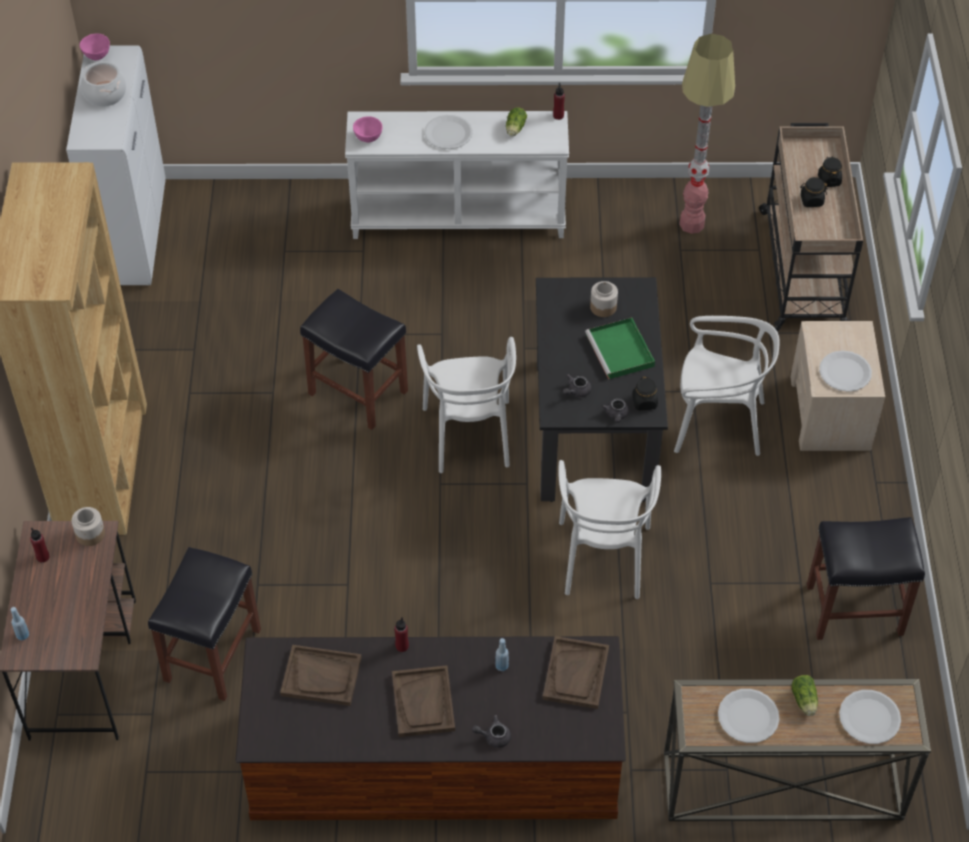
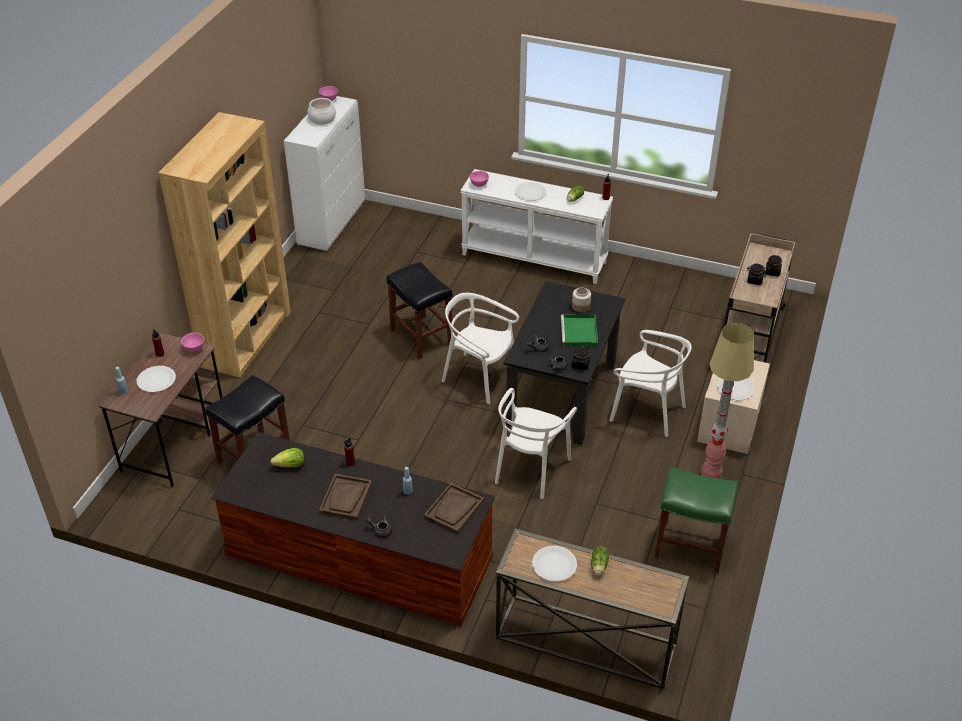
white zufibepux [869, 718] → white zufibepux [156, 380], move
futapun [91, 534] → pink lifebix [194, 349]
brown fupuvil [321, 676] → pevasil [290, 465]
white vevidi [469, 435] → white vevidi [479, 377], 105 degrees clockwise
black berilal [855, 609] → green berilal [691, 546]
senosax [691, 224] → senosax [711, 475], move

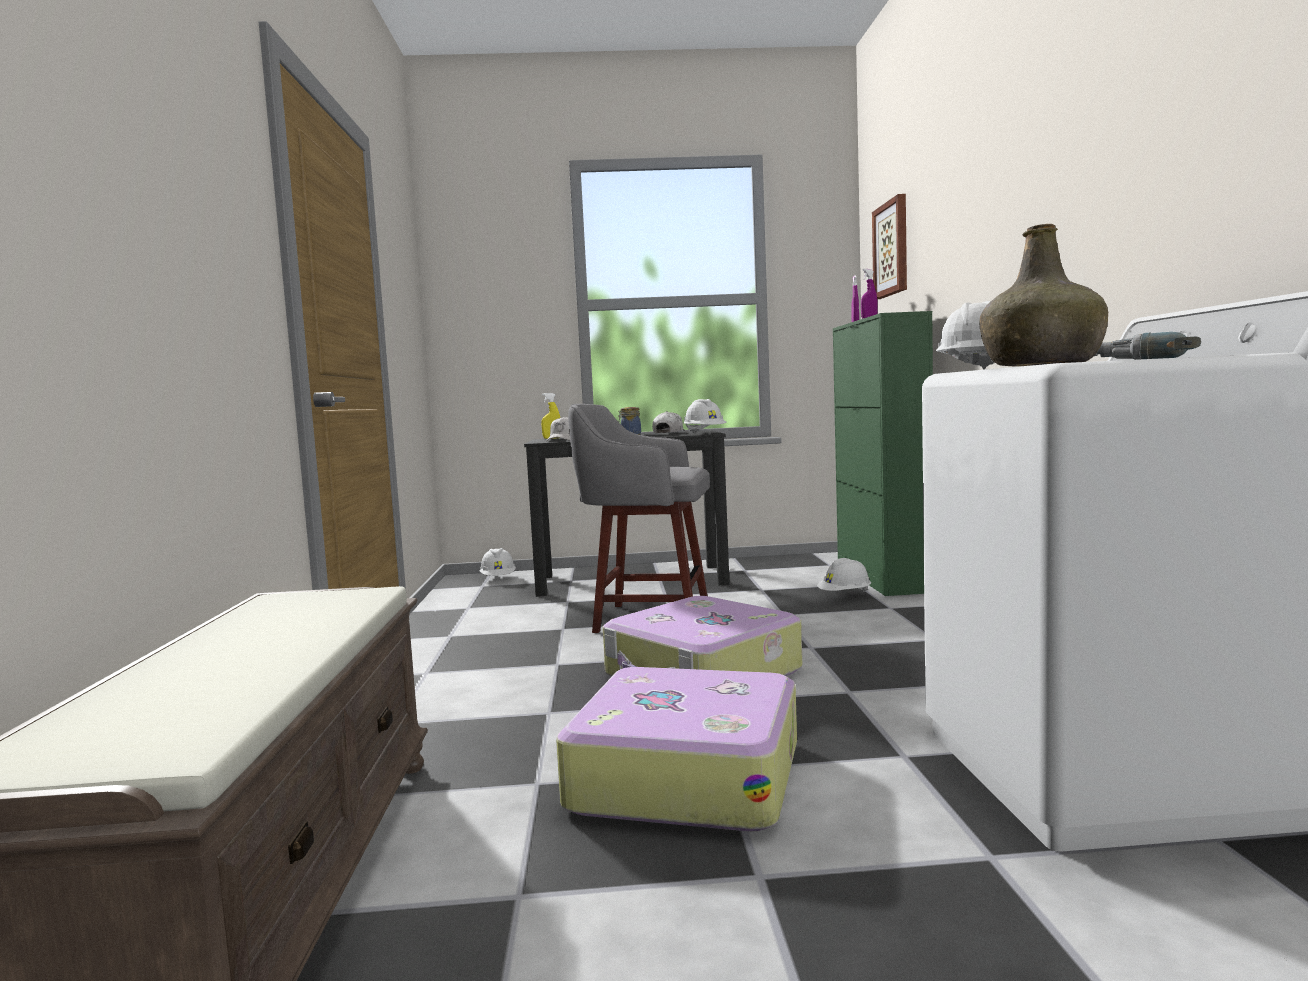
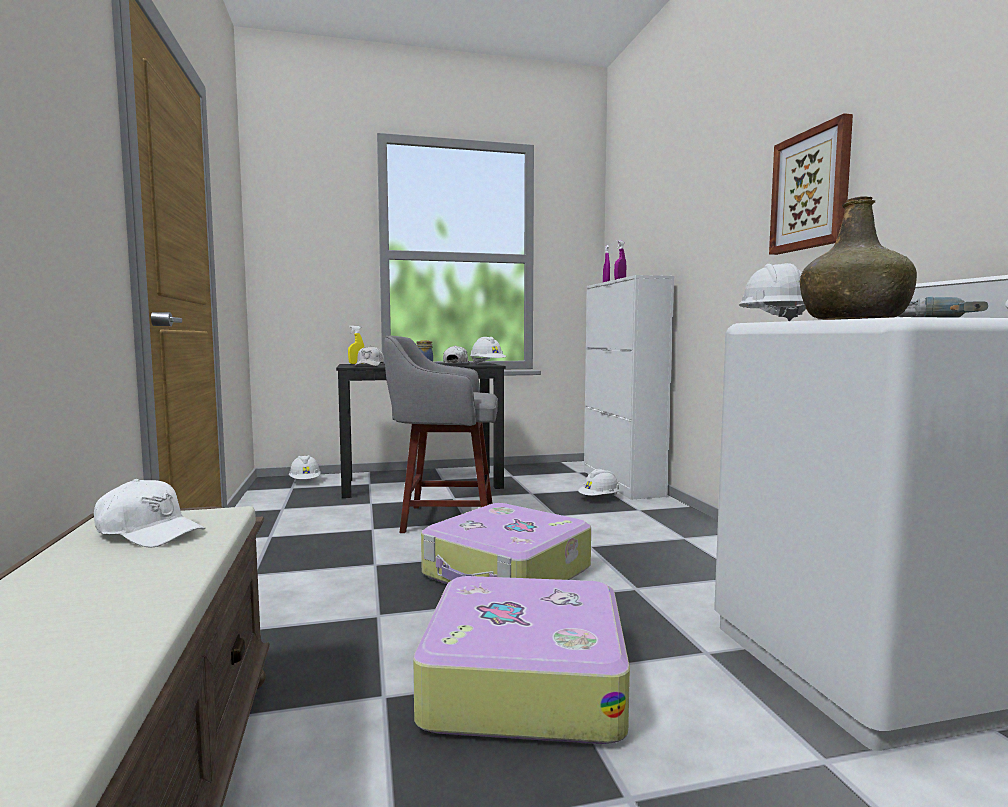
- → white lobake [149, 532]
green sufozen [882, 577] → white sufozen [622, 483]
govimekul [892, 249] → govimekul [811, 190], move

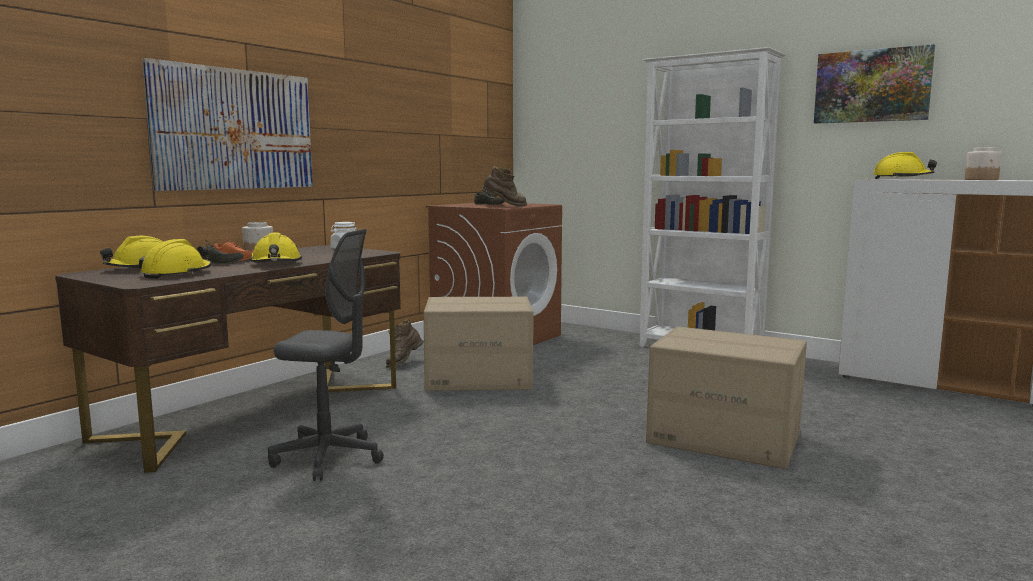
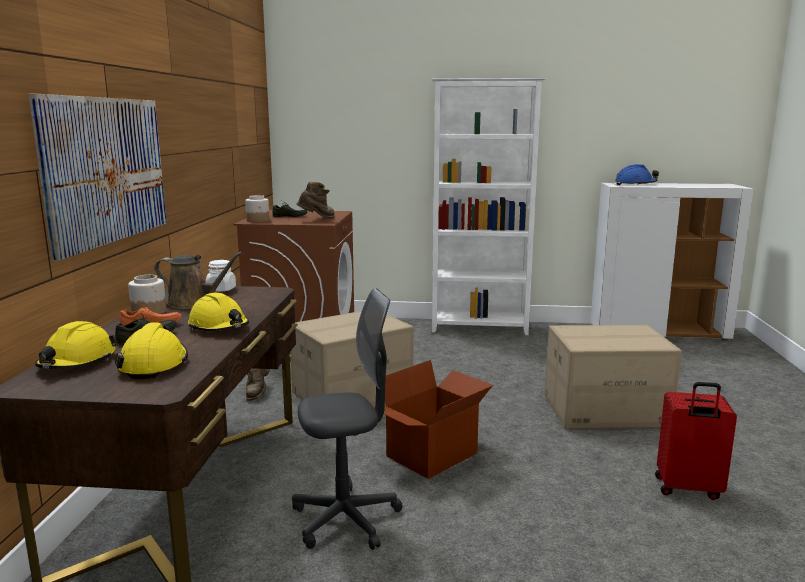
- → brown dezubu [193, 303]
futapun [981, 179] → futapun [258, 220], move
- → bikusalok [433, 455]
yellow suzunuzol [902, 179] → blue suzunuzol [635, 184]
- → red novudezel [688, 489]
govimekul [872, 86] → -

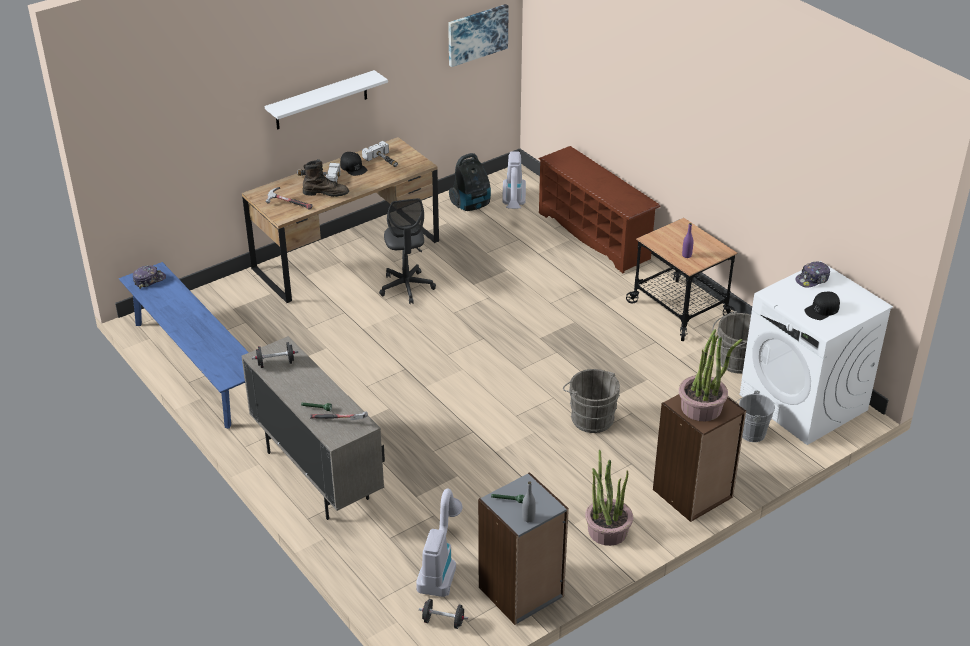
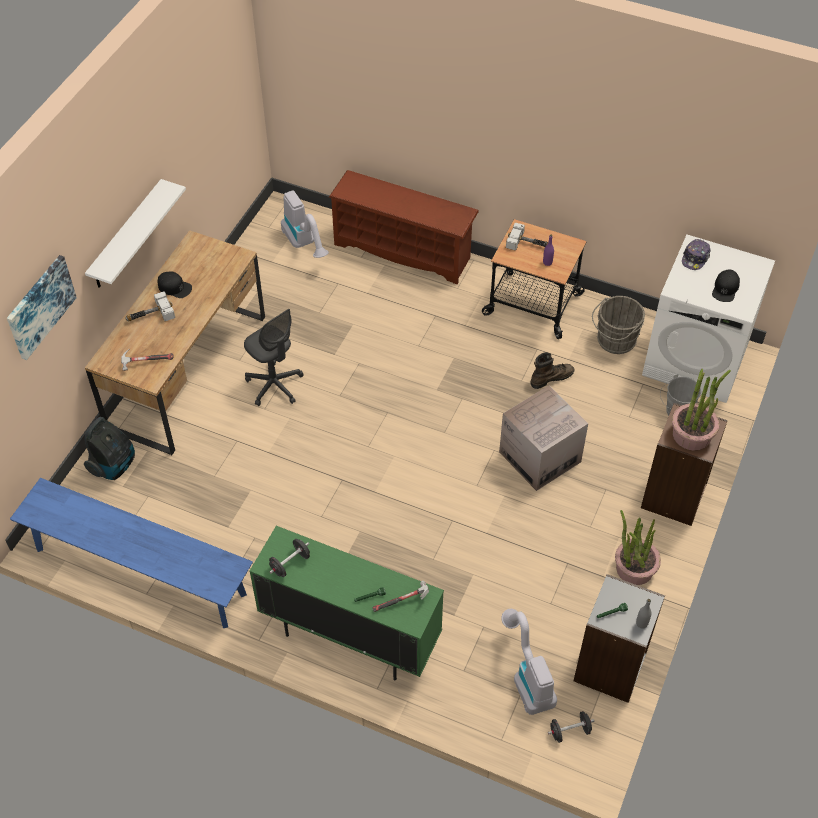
govimekul [477, 34] → govimekul [40, 306], move
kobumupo [471, 205] → kobumupo [114, 465], move
beige sufozen [317, 475] → green sufozen [350, 637]
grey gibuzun [590, 417] → bikusalok [540, 457]
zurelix [384, 161] → zurelix [529, 244], move
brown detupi [326, 193] → brown detupi [551, 378], move
lobake [149, 280] → -

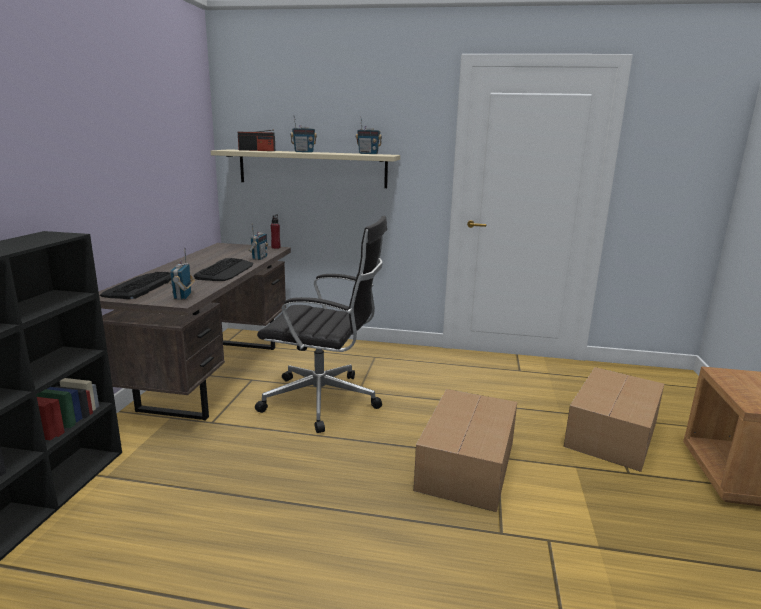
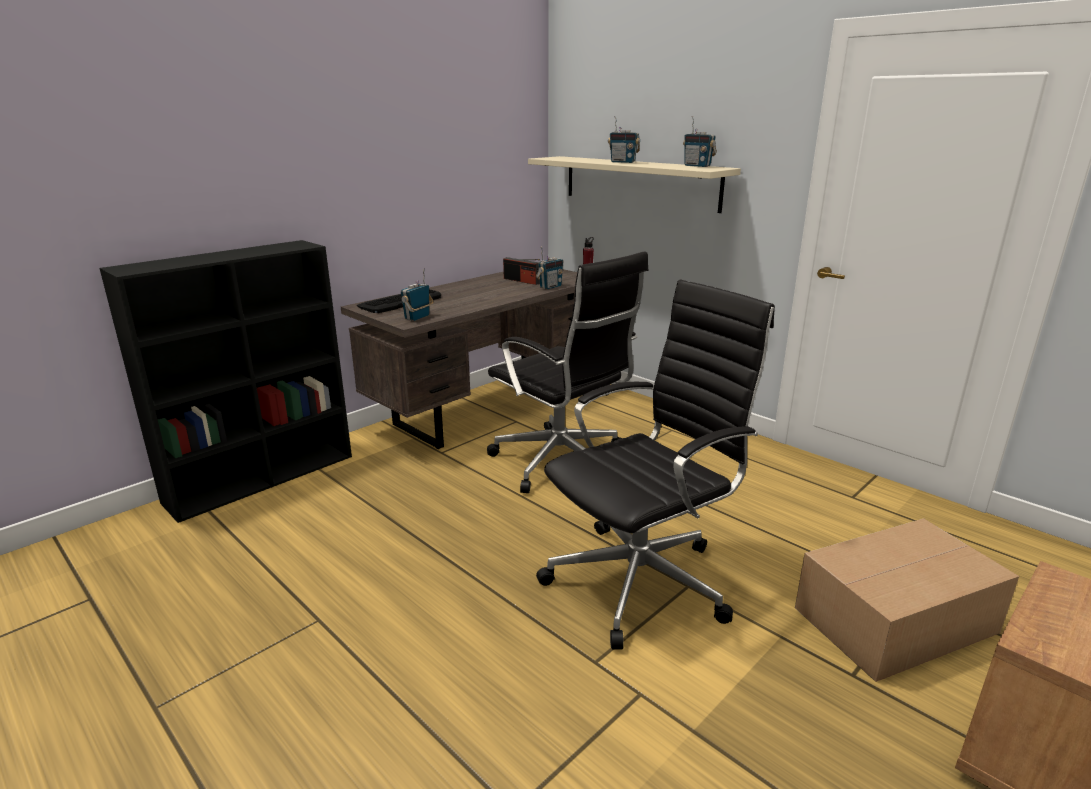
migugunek [257, 150] → migugunek [522, 281], move
bikusalok [468, 464] → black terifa [643, 580]
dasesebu [225, 271] → -

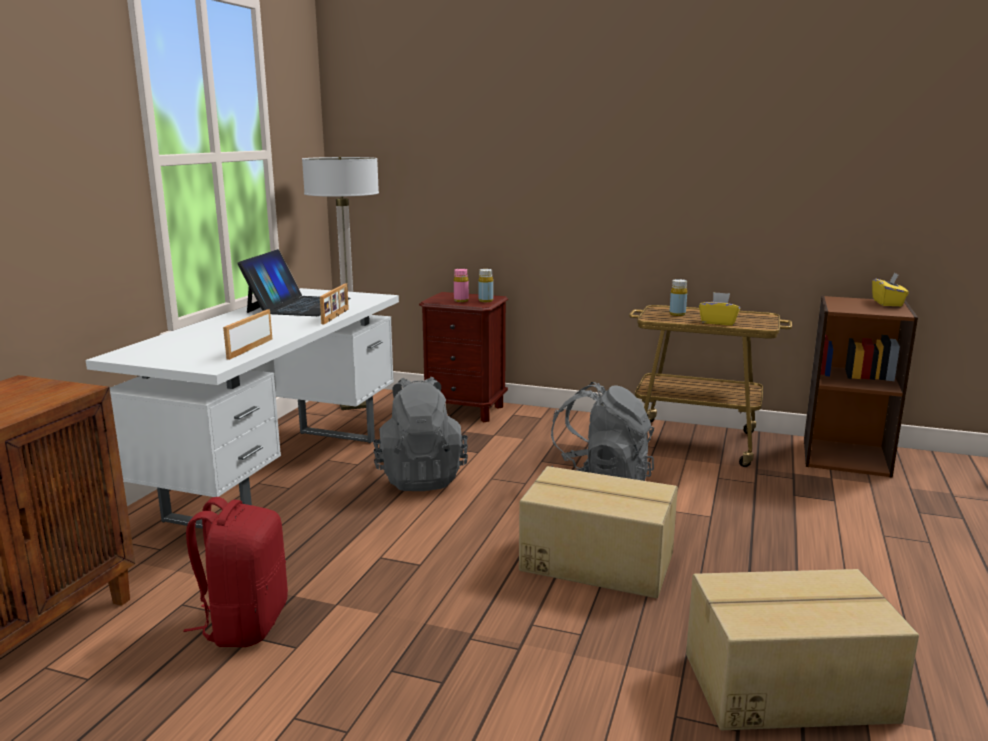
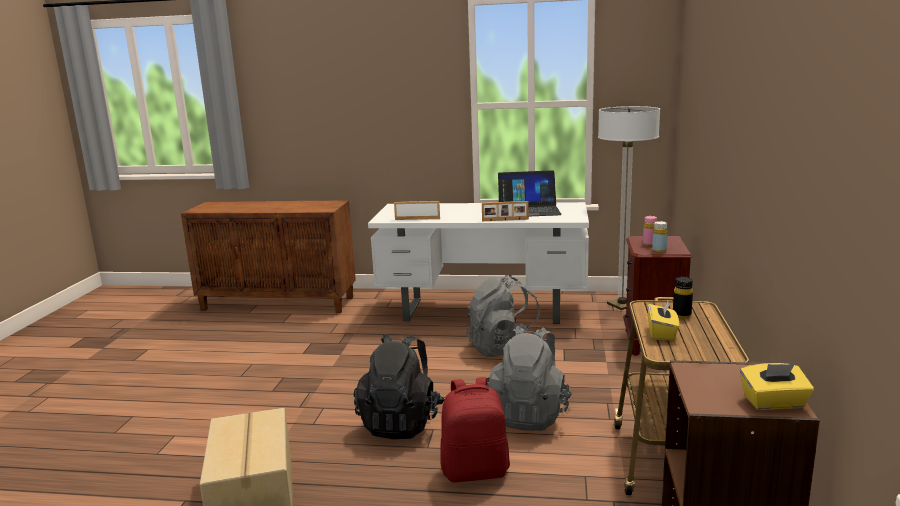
bikusalok [597, 561] → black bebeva [401, 423]
red bebeva [244, 623] → red bebeva [475, 470], move
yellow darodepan [677, 314] → black darodepan [681, 315]

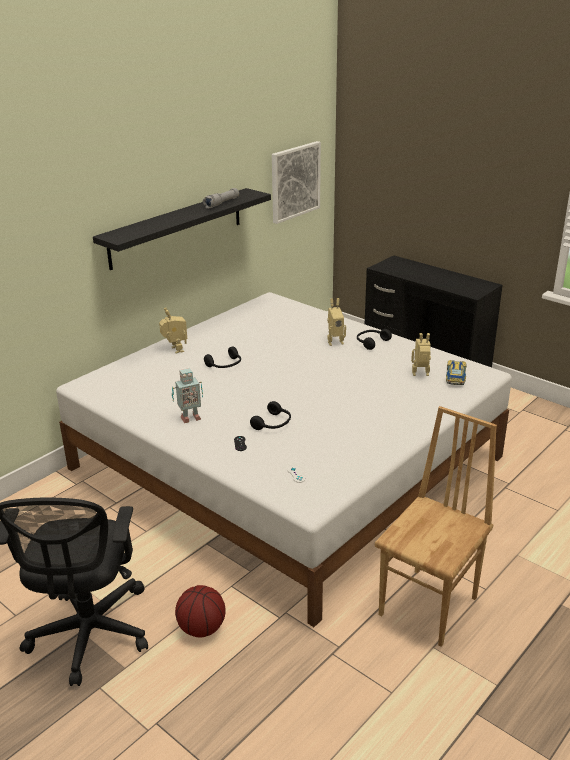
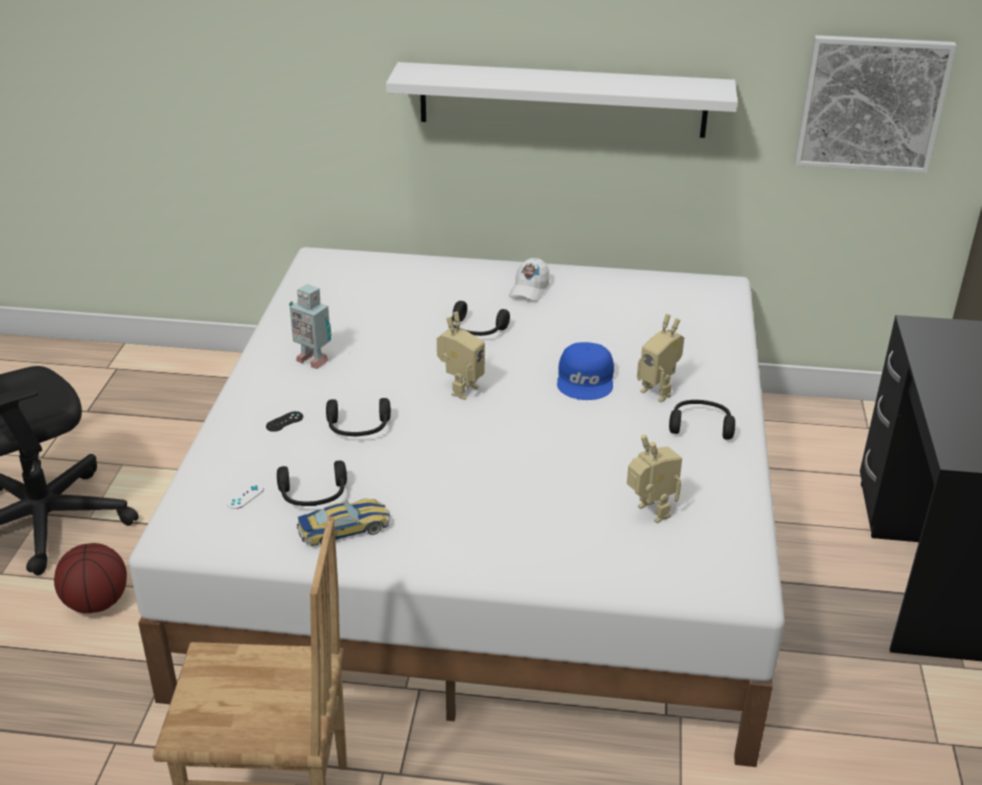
- → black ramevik [313, 496]
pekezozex [455, 376] → pekezozex [344, 529], move
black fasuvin [177, 228] → white fasuvin [562, 100]
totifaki [175, 350] → totifaki [460, 389], move
- → white lobake [529, 289]
- → blue lobake [586, 379]
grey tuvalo [222, 203] → -

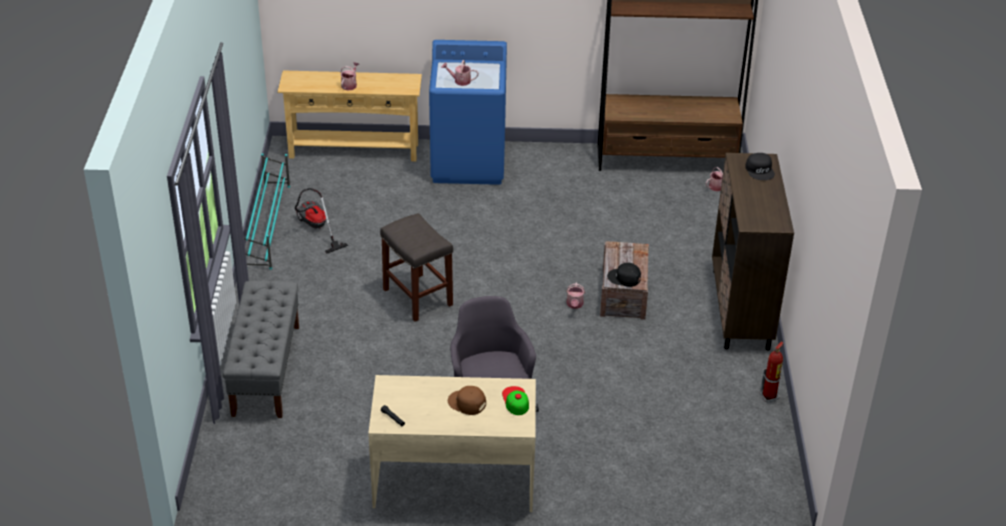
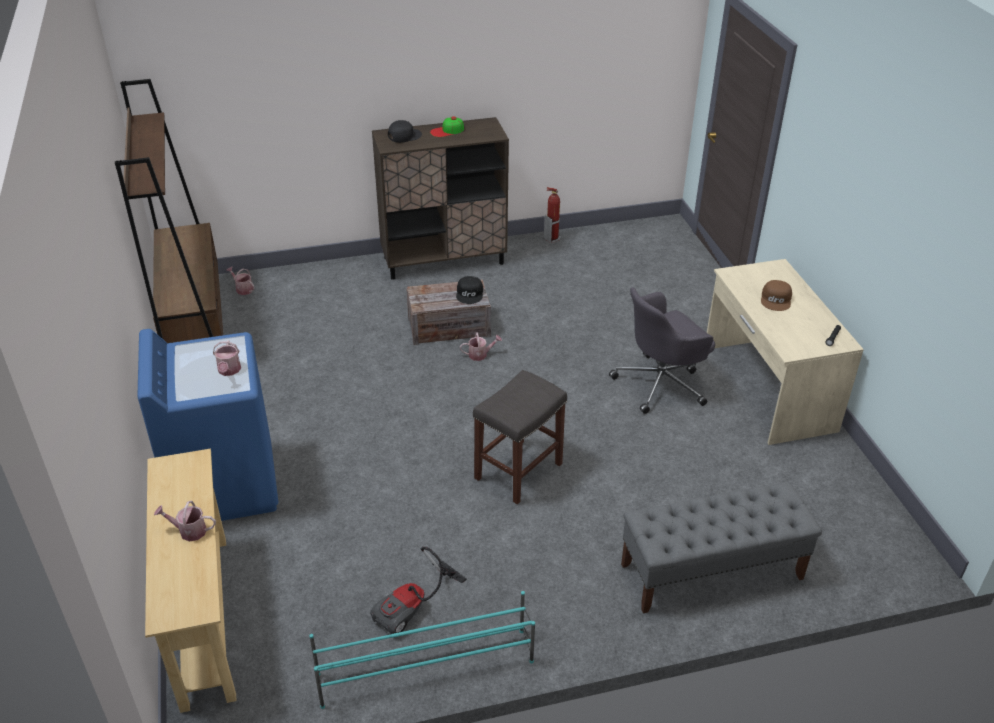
lobake [515, 400] → lobake [447, 131], move

